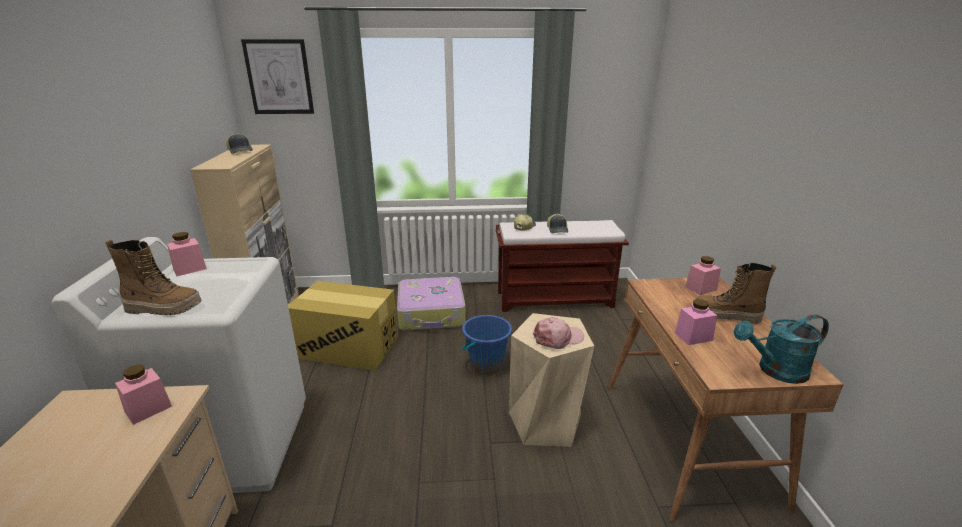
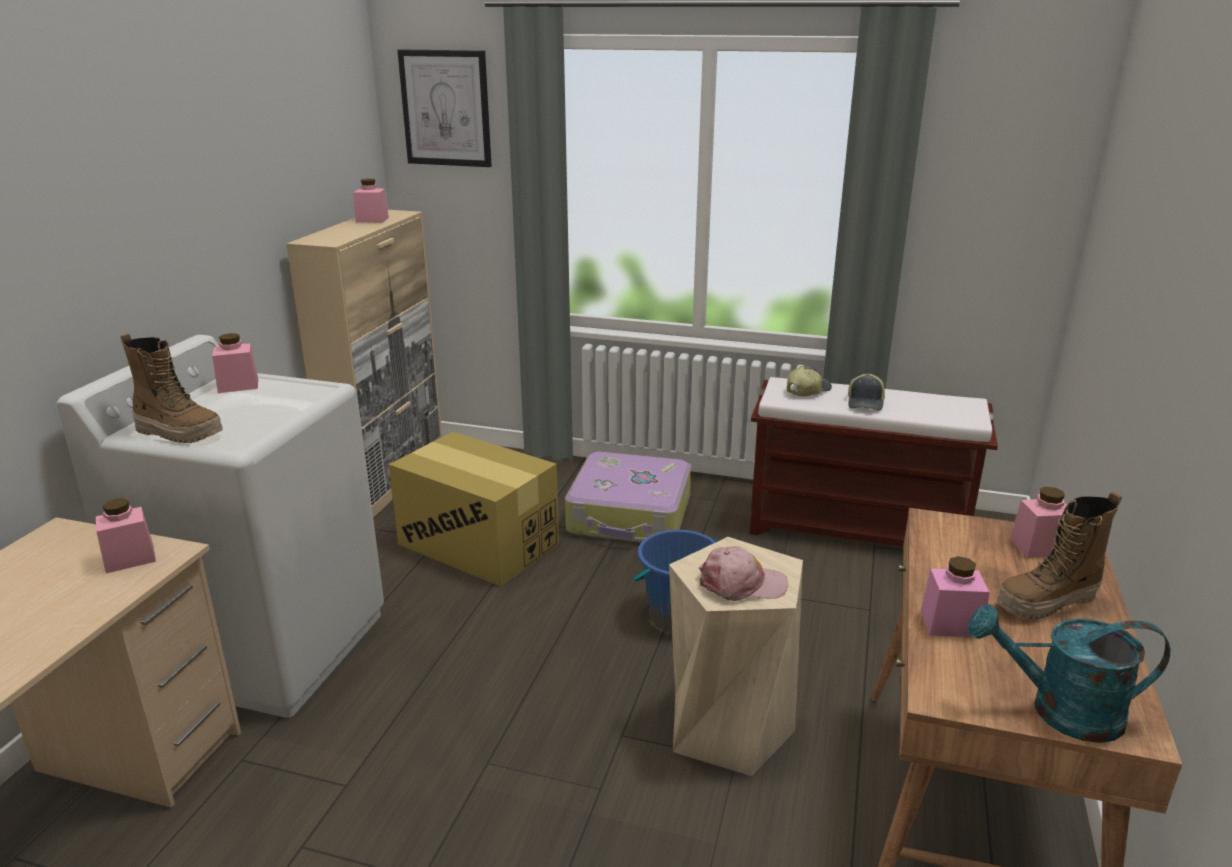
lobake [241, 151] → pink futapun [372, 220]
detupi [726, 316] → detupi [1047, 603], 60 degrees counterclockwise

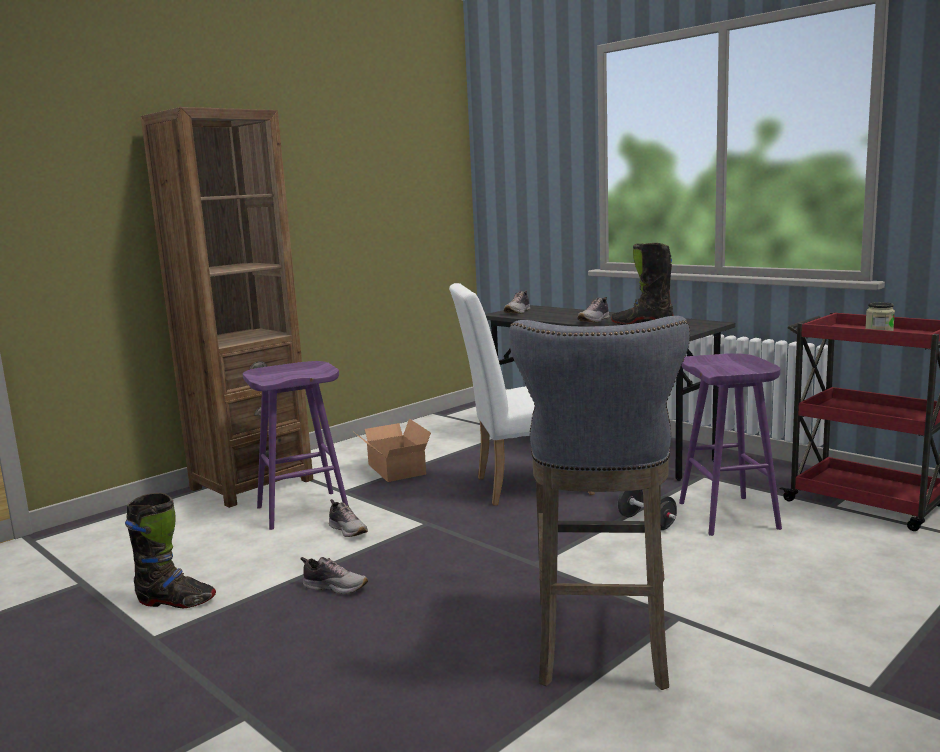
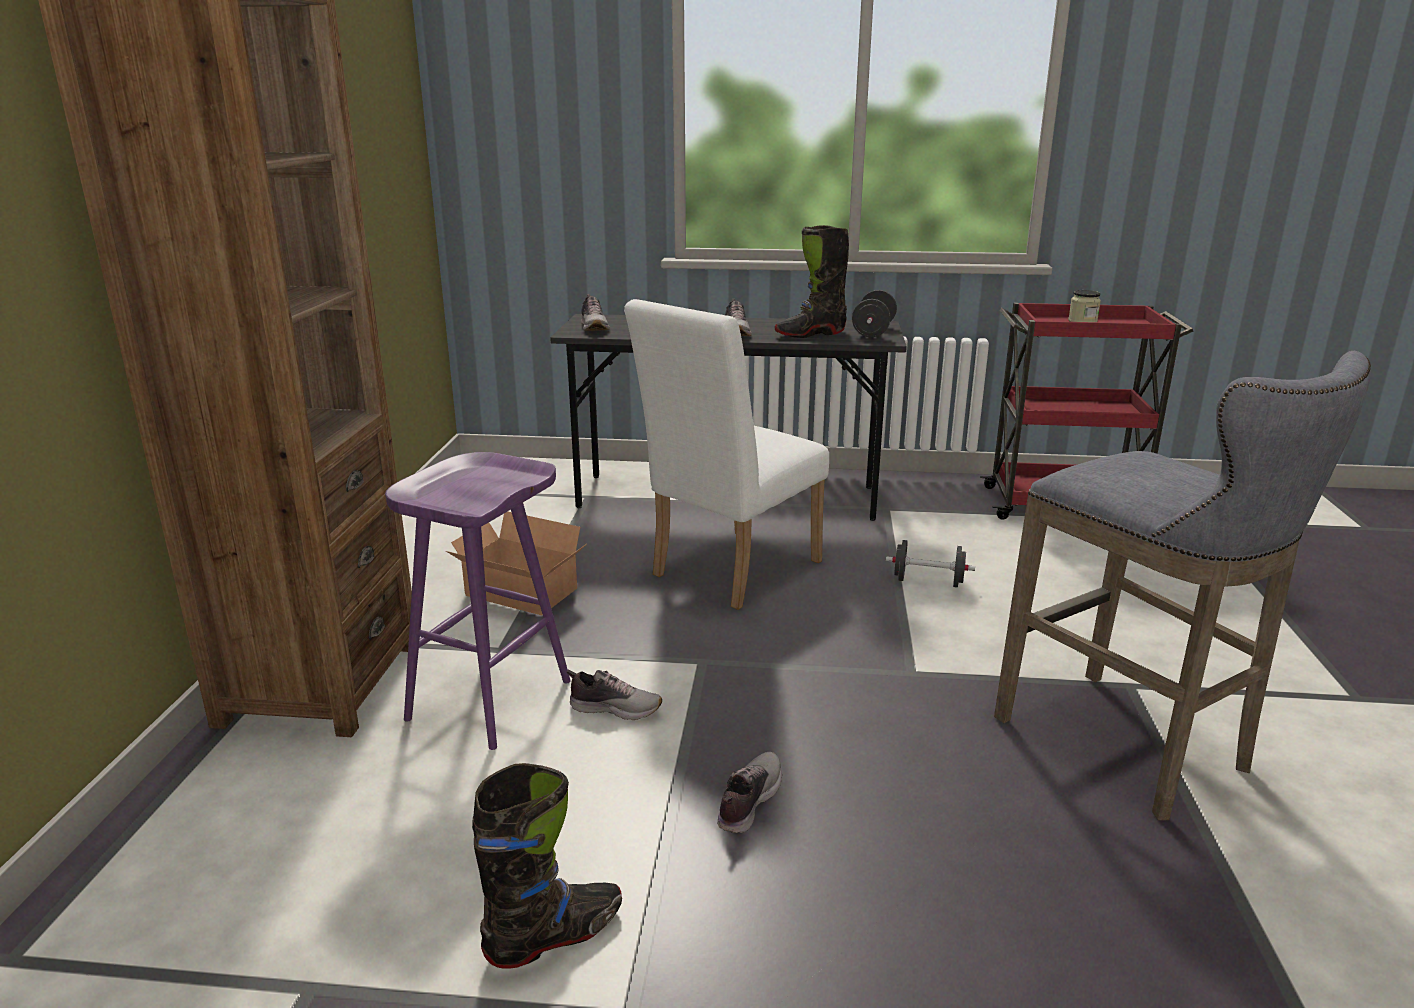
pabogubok [335, 587] → pabogubok [747, 801], 45 degrees counterclockwise
- → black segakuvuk [873, 331]
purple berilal [729, 516] → -

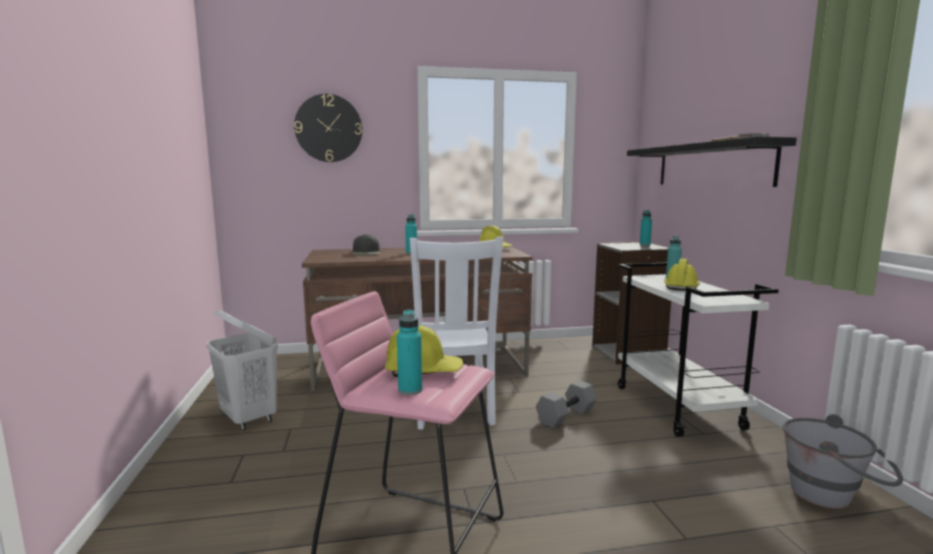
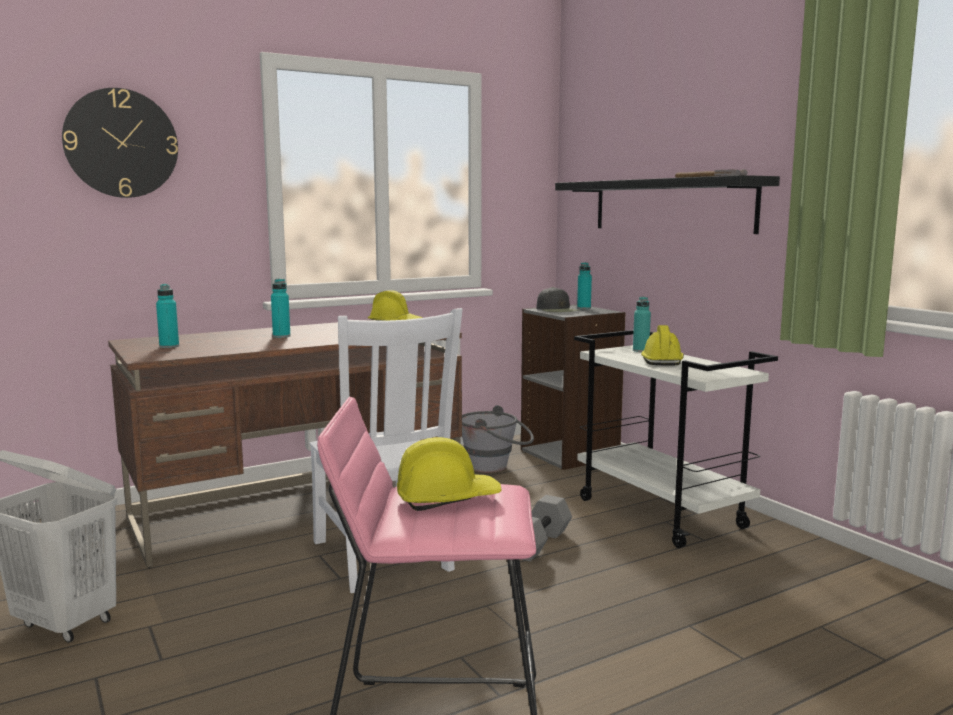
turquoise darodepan [410, 390] → turquoise darodepan [169, 346], move
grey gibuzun [833, 497] → grey gibuzun [496, 467], move
black lobake [366, 253] → black lobake [557, 310], move

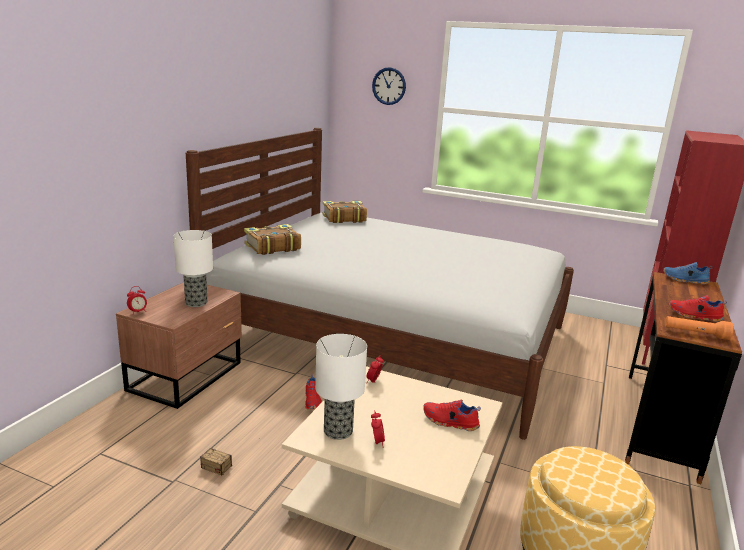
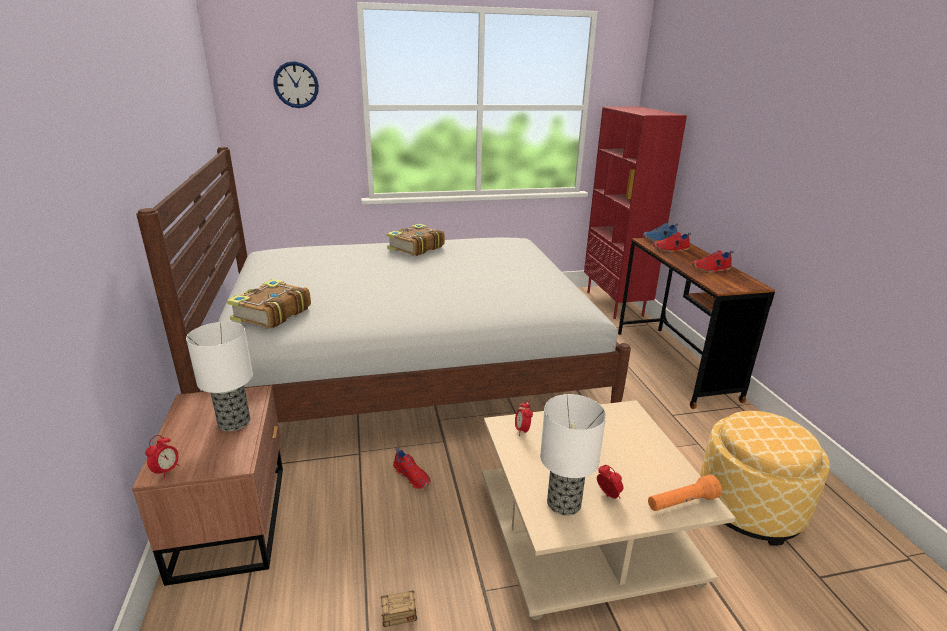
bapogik [343, 218] → bapogik [415, 248], move
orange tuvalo [695, 334] → orange tuvalo [681, 503], move
red pabogubok [450, 422] → red pabogubok [671, 250], move

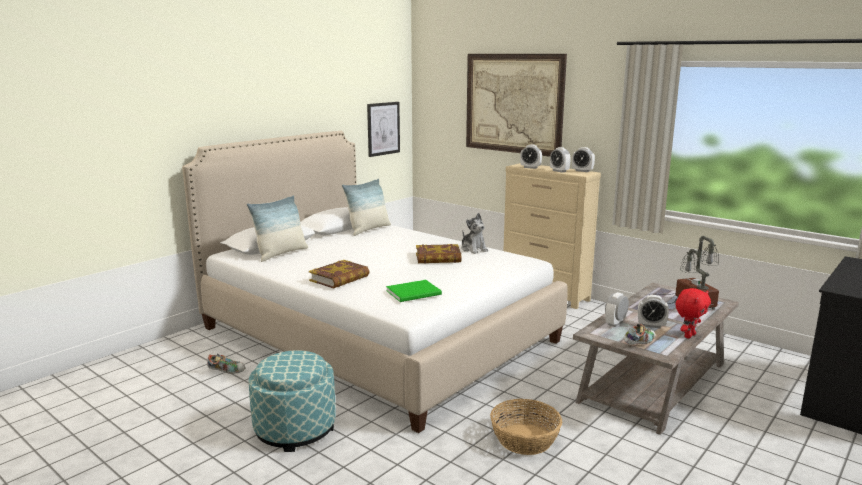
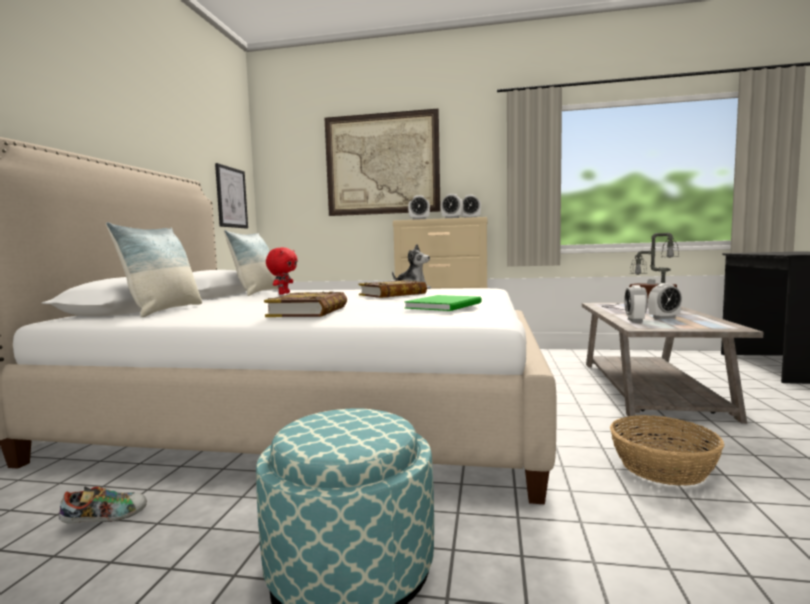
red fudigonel [689, 335] → red fudigonel [283, 293], move
pabogubok [639, 343] → -

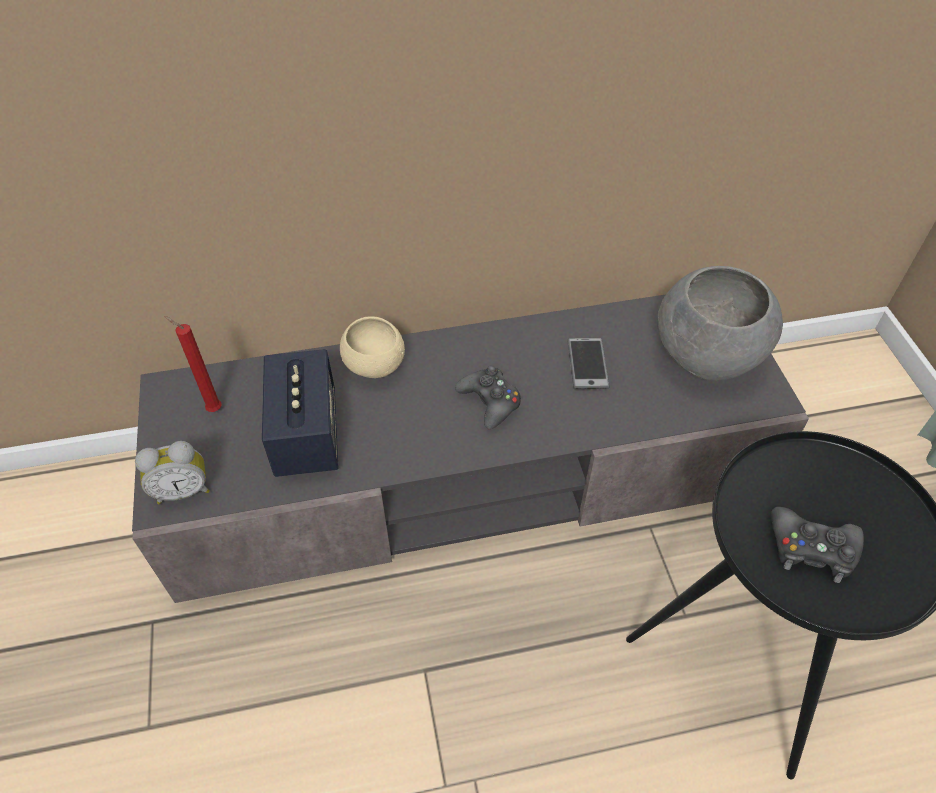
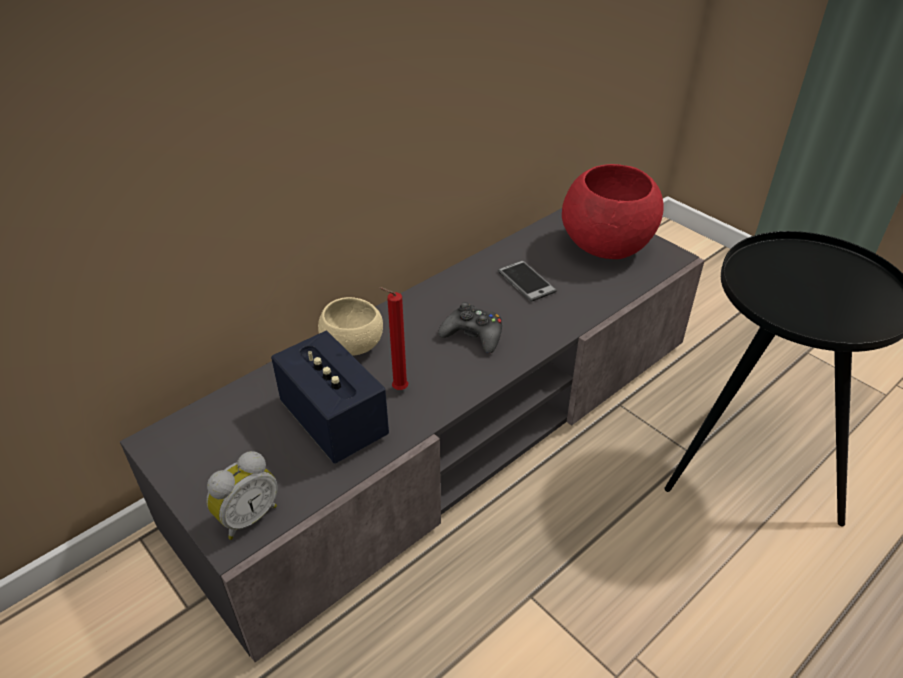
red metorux [212, 409] → red metorux [397, 389], move
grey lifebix [706, 357] → red lifebix [606, 247]
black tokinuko [811, 549] → -

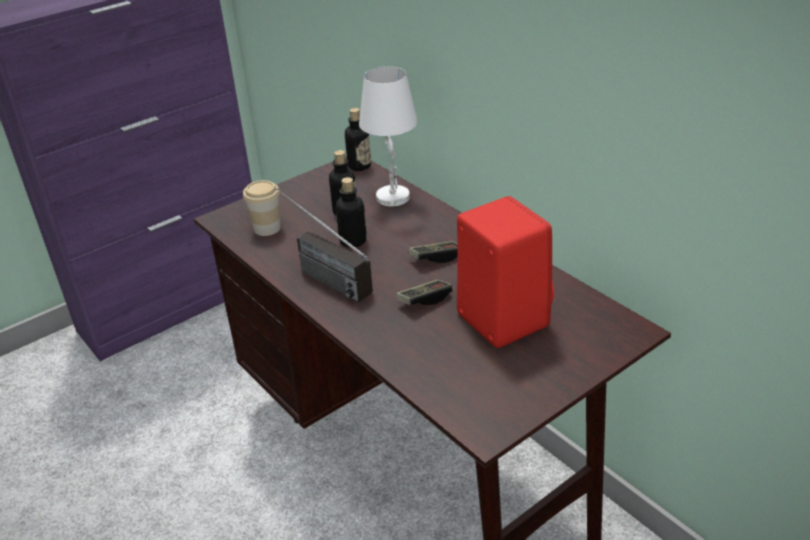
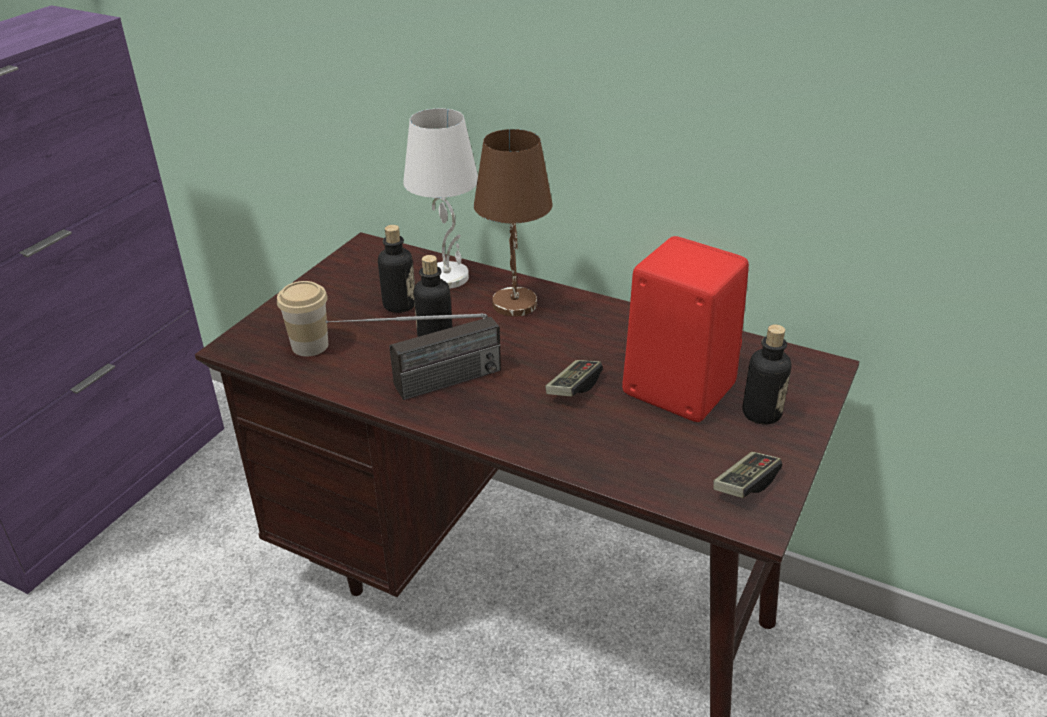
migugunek [319, 275] → migugunek [422, 388], 45 degrees counterclockwise
- → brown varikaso [513, 303]
tokinuko [436, 258] → tokinuko [745, 484], move
darodepan [359, 166] → darodepan [761, 413], move

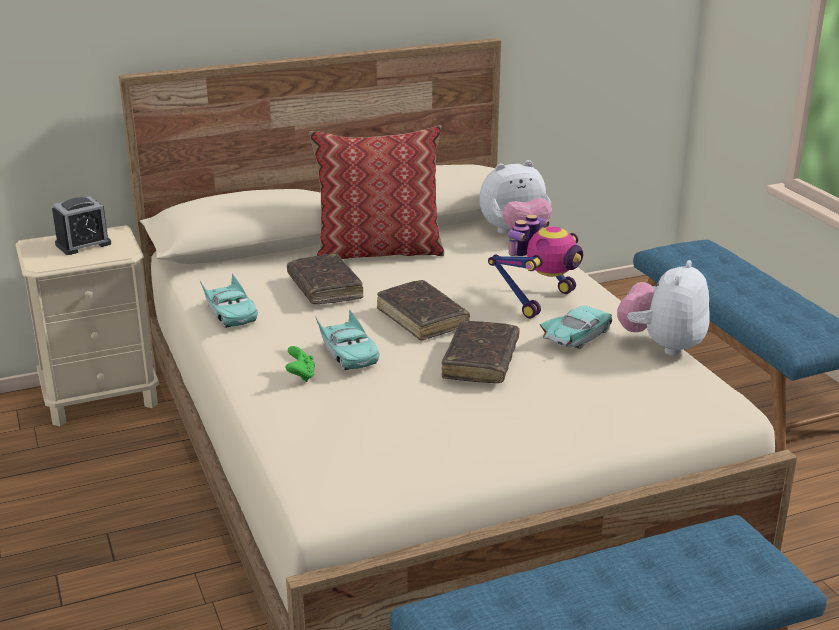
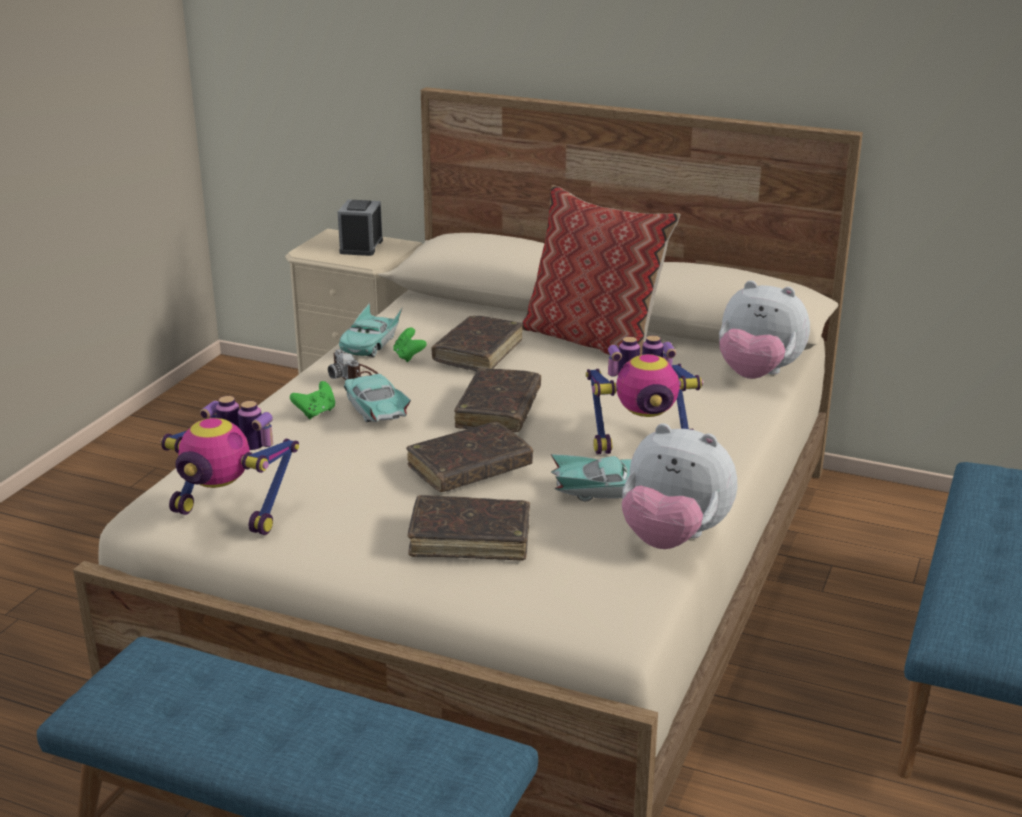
- → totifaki [231, 514]
- → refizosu [355, 376]
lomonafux [83, 244] → lomonafux [361, 246], 90 degrees clockwise
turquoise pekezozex [348, 353] → turquoise pekezozex [376, 410], 135 degrees clockwise
- → green tokinuko [408, 356]
- → brown bapogik [470, 539]
fudigonel [662, 345] → fudigonel [673, 538], 135 degrees counterclockwise

